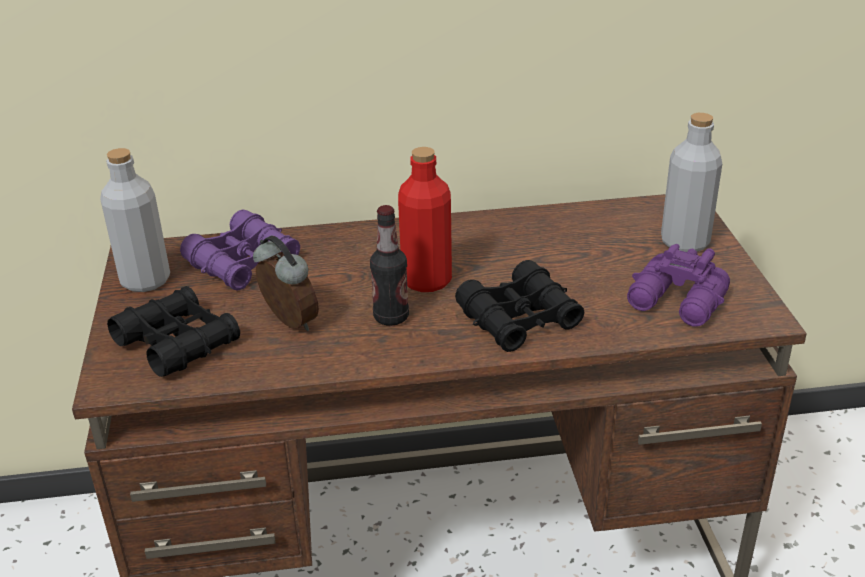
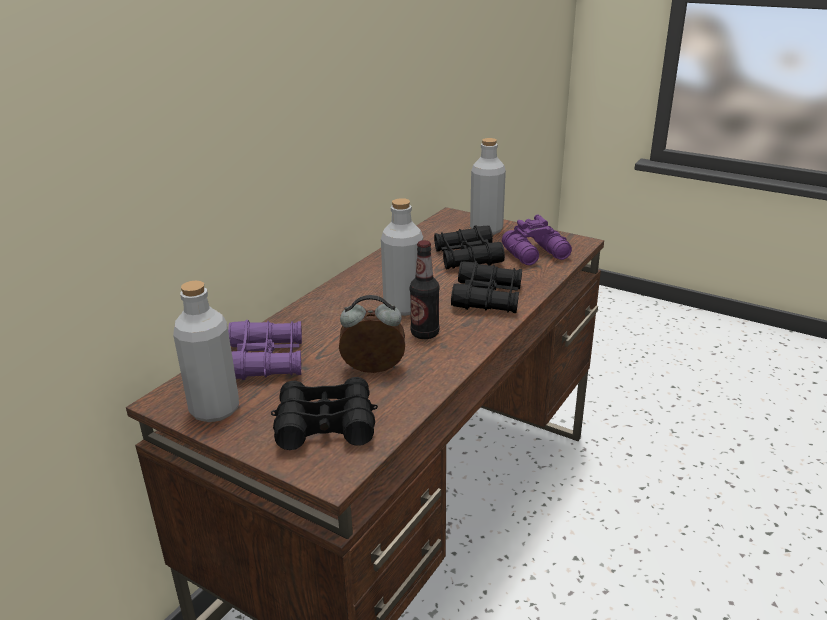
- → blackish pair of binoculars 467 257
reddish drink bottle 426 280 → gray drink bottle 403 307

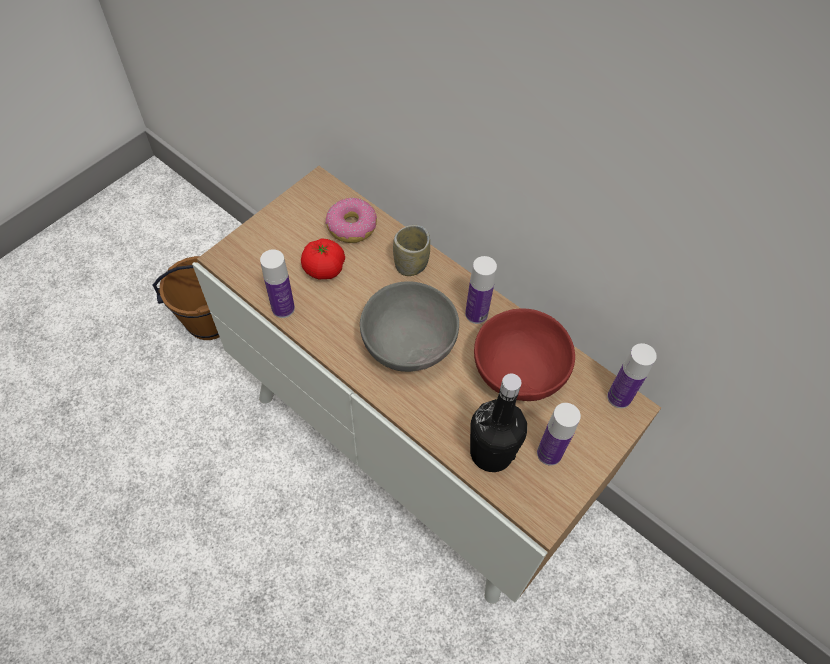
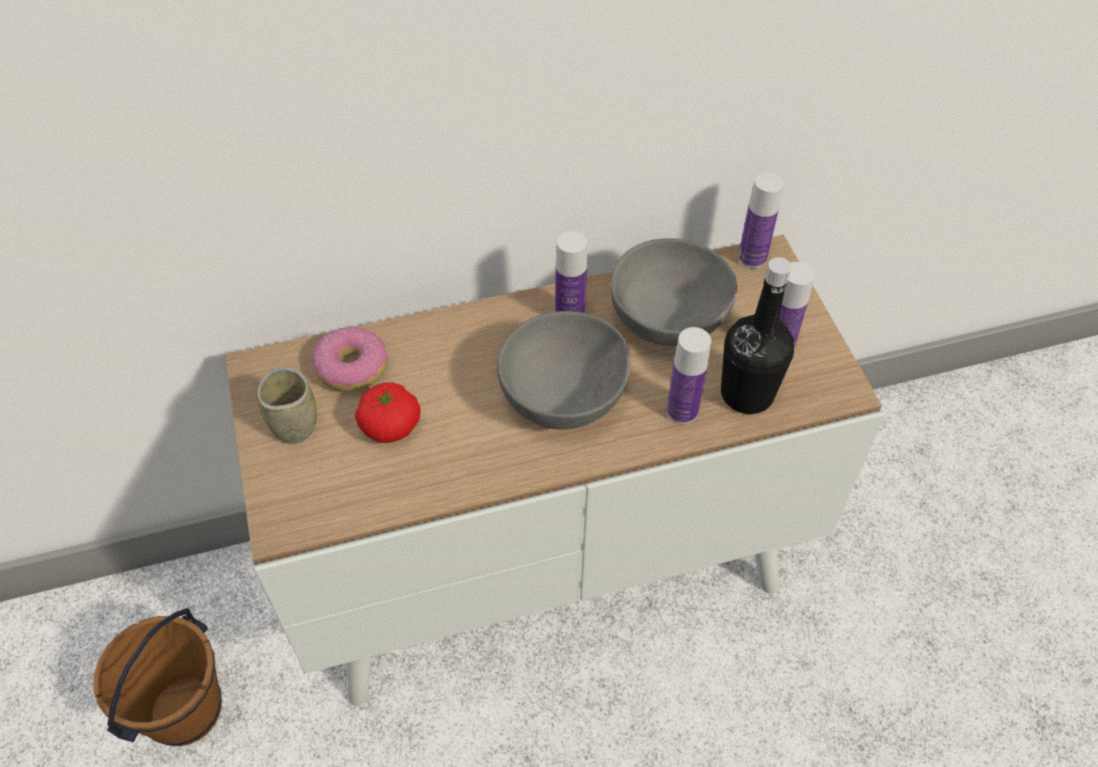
drink bottle 283 308 → drink bottle 682 411, moved
drinking cup 411 264 → drinking cup 294 425, moved
reddish serving bowl 517 374 → gray serving bowl 670 322

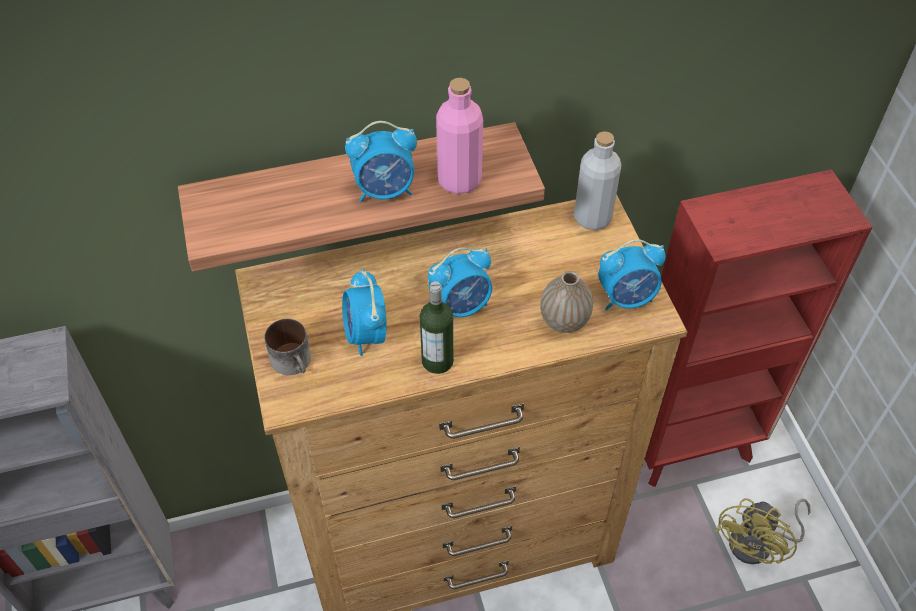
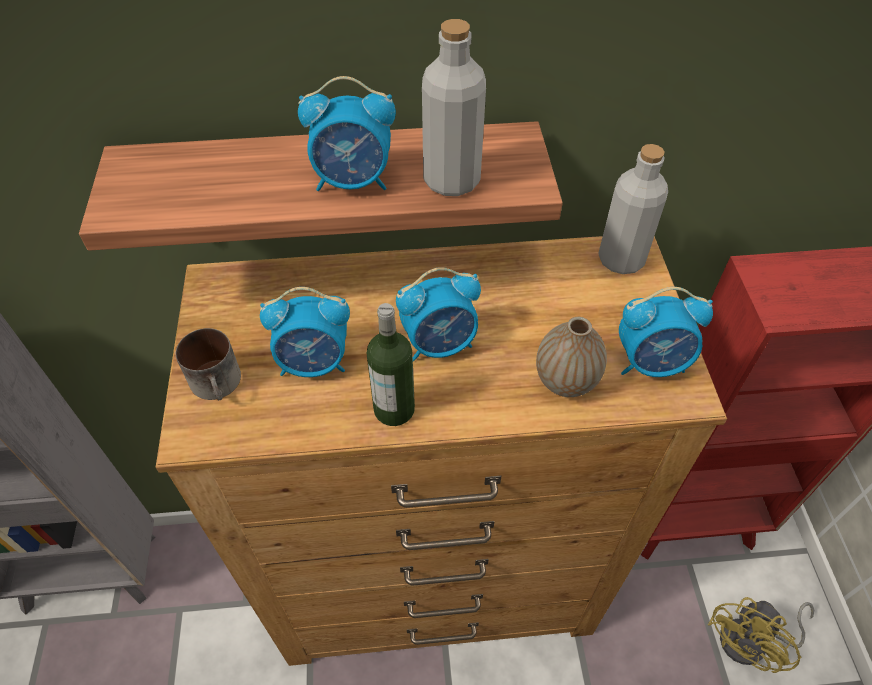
pink-coloured drink bottle 459 180 → gray drink bottle 451 180
table clock 366 335 → table clock 314 363, 90 degrees counterclockwise

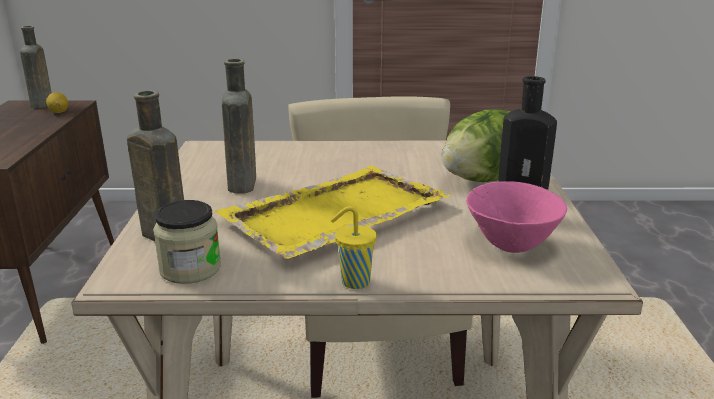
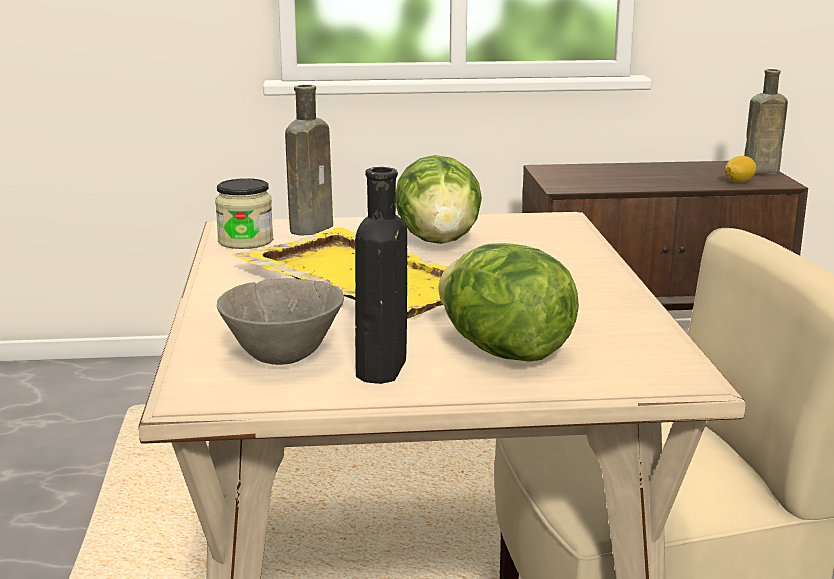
yellow-coloured drinking cup 353 282 → -
brown-coloured drink bottle 242 186 → lettuce head 439 241
pink-coloured serving bowl 512 245 → gray serving bowl 282 359

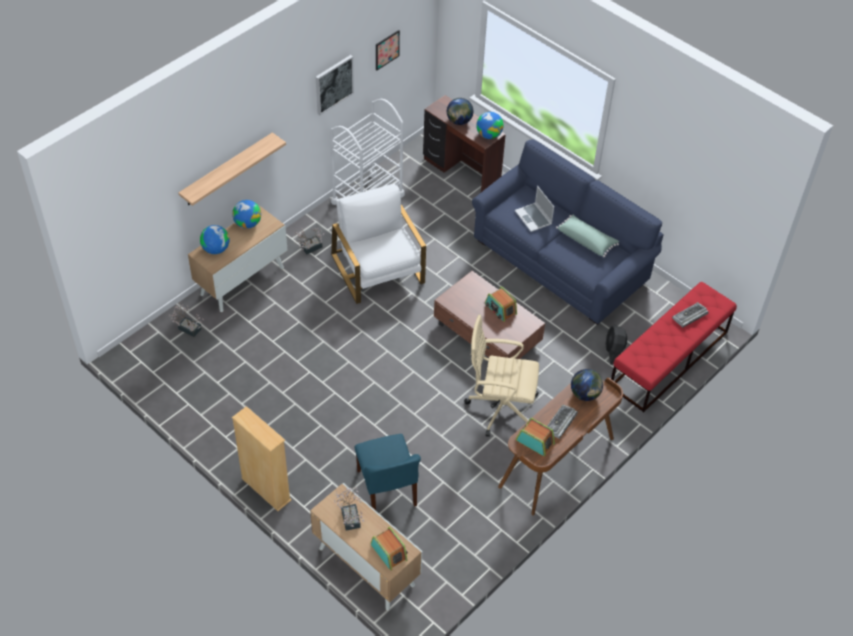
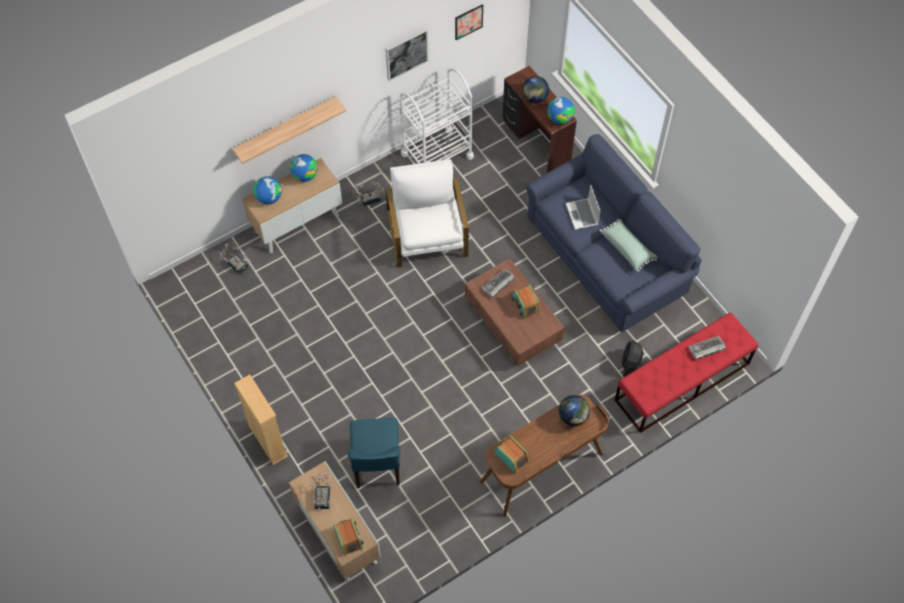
sand-coloured office chair 500 407 → -
PC keyboard 560 423 → PC keyboard 498 284, moved

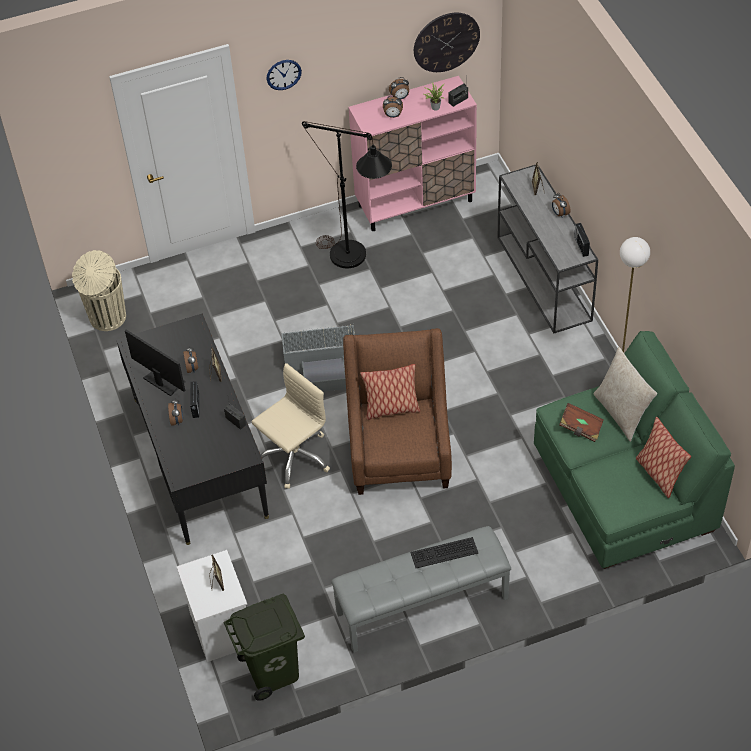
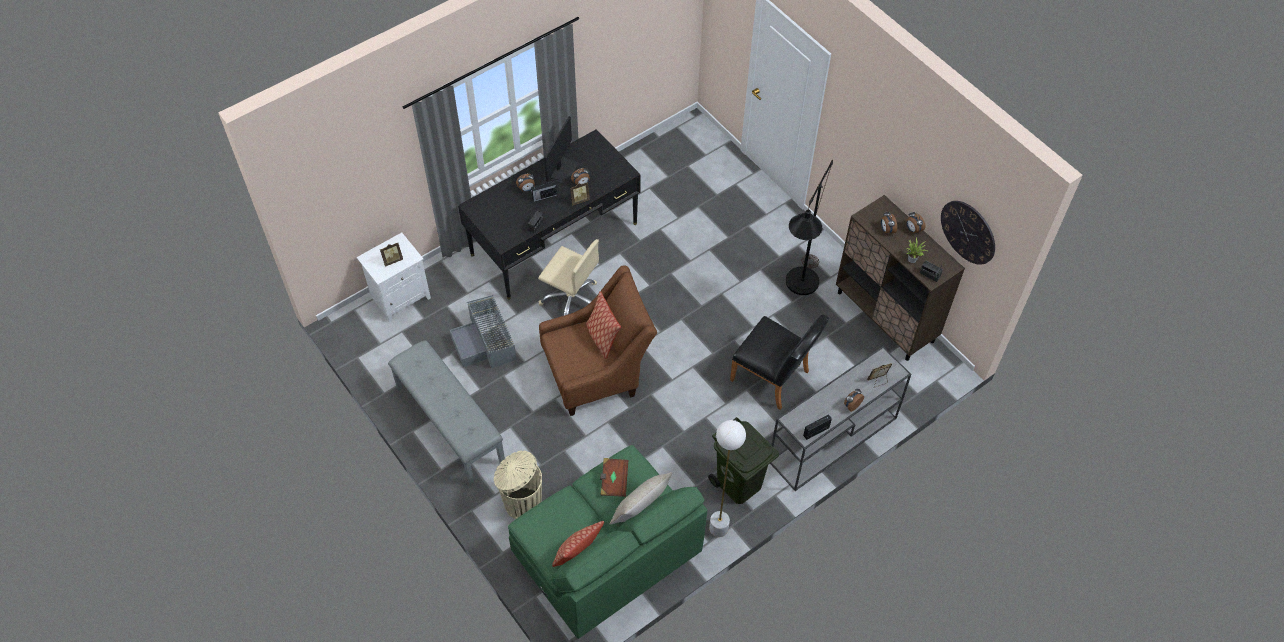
clock on the wall 283 74 → -
PC keyboard 444 554 → -
- → blackish plain chair 774 378
sand-coloured rubbish bin 107 318 → sand-coloured rubbish bin 521 503, moved
green-coloured rubbish bin 273 672 → green-coloured rubbish bin 738 484, moved
gray storage box 323 365 → gray storage box 485 342, moved
pink-coloured cupboard 416 203 → brown-coloured cupboard 885 317

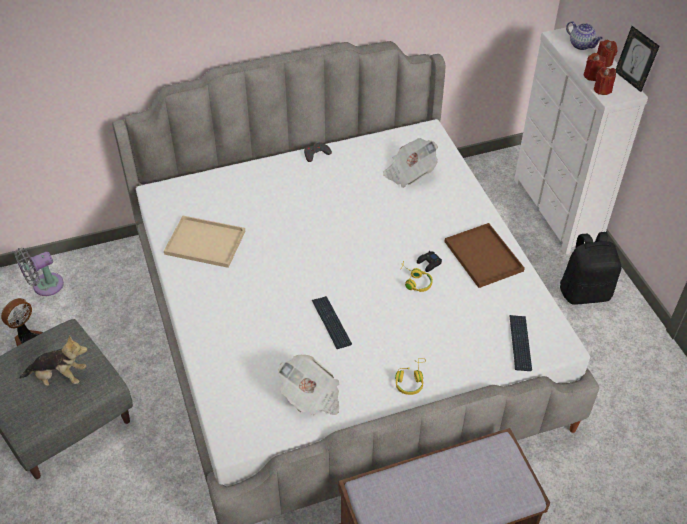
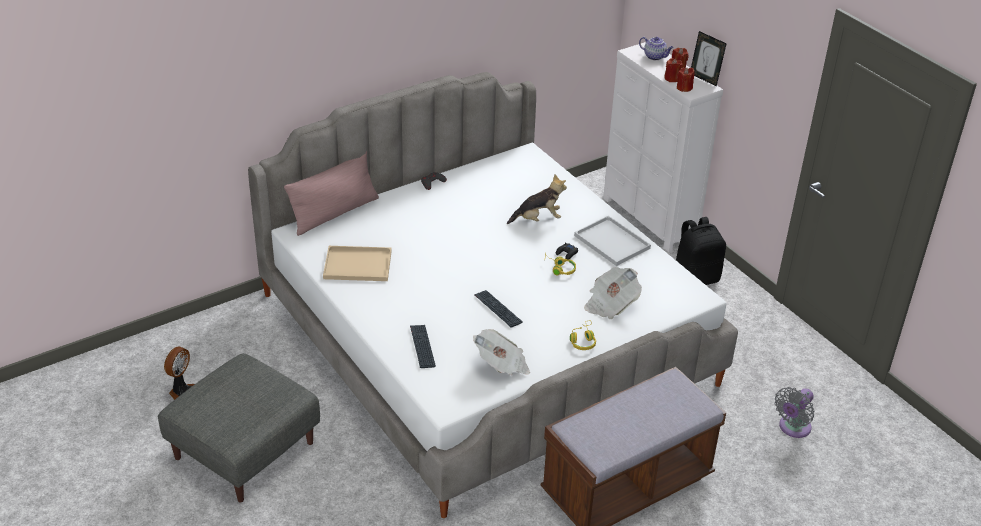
- → pink-coloured pillow 334 213
gray electric fan 45 286 → gray electric fan 793 428, moved
cuddly toy 59 377 → cuddly toy 538 219, moved
newspaper 409 173 → newspaper 610 304, moved
PC keyboard 520 343 → PC keyboard 422 347, moved
brown-coloured serving tray 482 255 → whitish serving tray 610 241

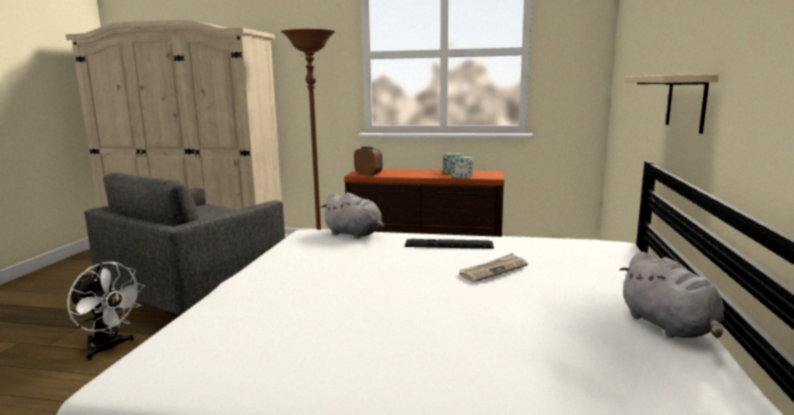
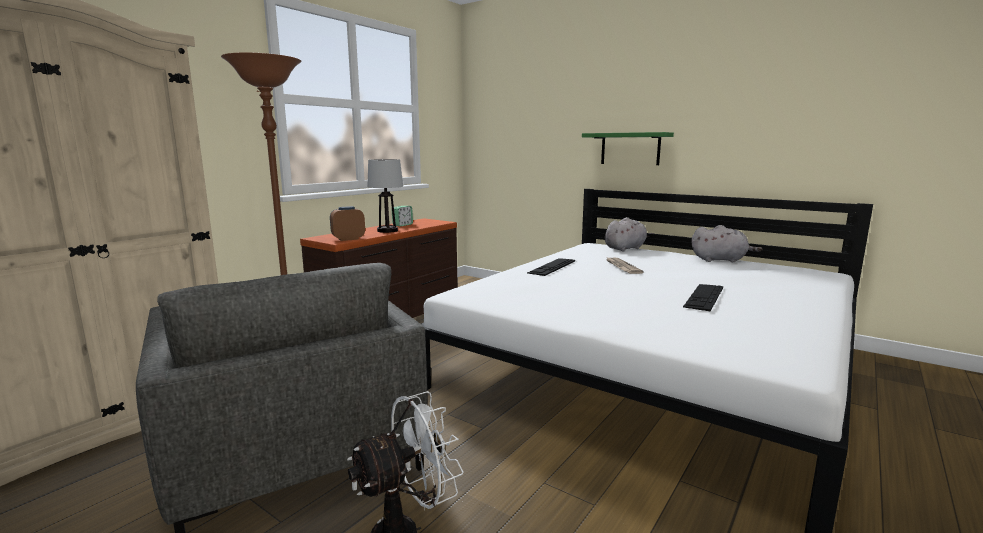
table clock 461 177 → -
- → lamp for a table 388 230
- → PC keyboard 704 297
gray cuddly toy 355 234 → gray cuddly toy 626 248, moved
sand-coloured shelf 686 102 → green-coloured shelf 630 149

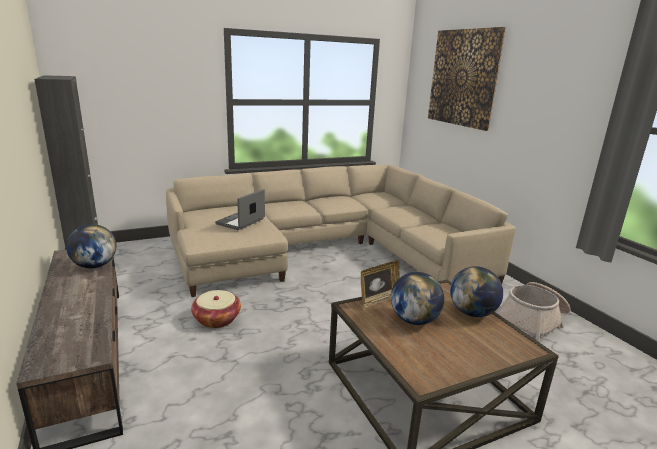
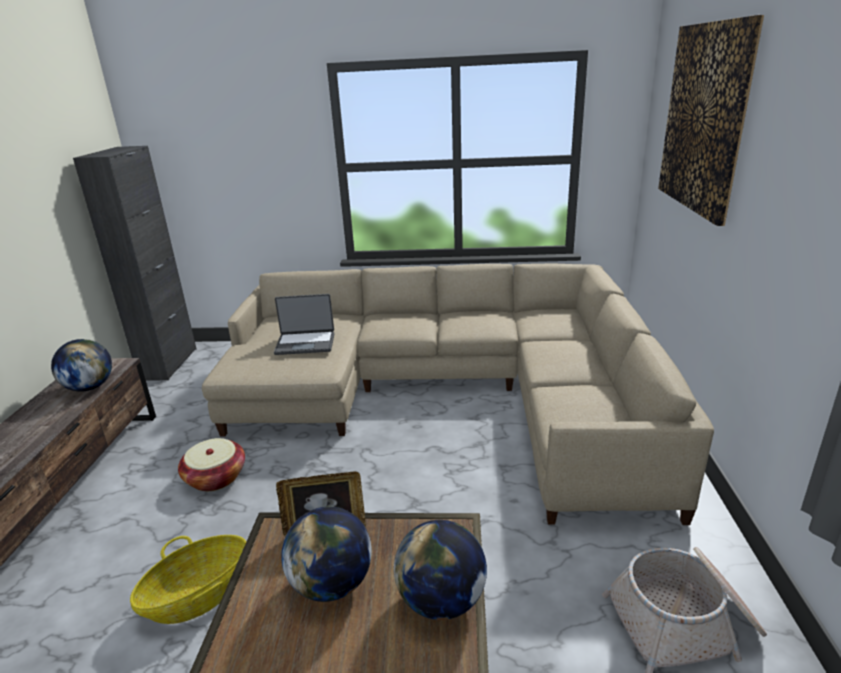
- → basket 199 596
portable computer 241 222 → portable computer 305 343, 150 degrees counterclockwise

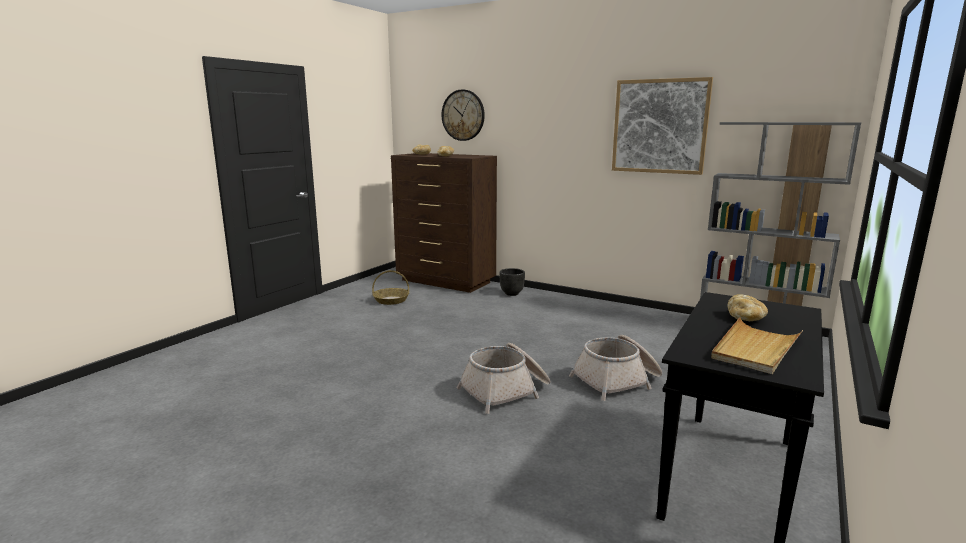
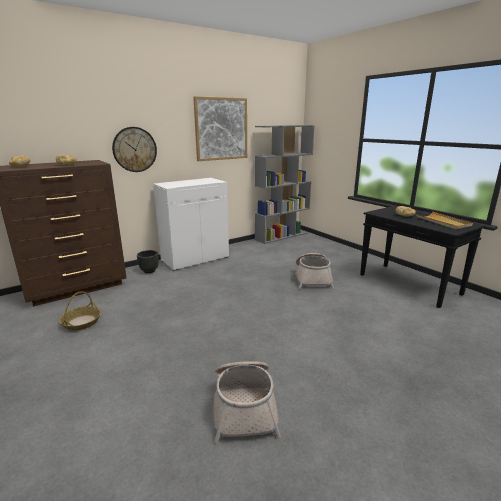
- → whitish cupboard 195 259
clock on the wall 463 115 → clock on the wall 134 149, moved
basket 506 391 → basket 244 406, moved

